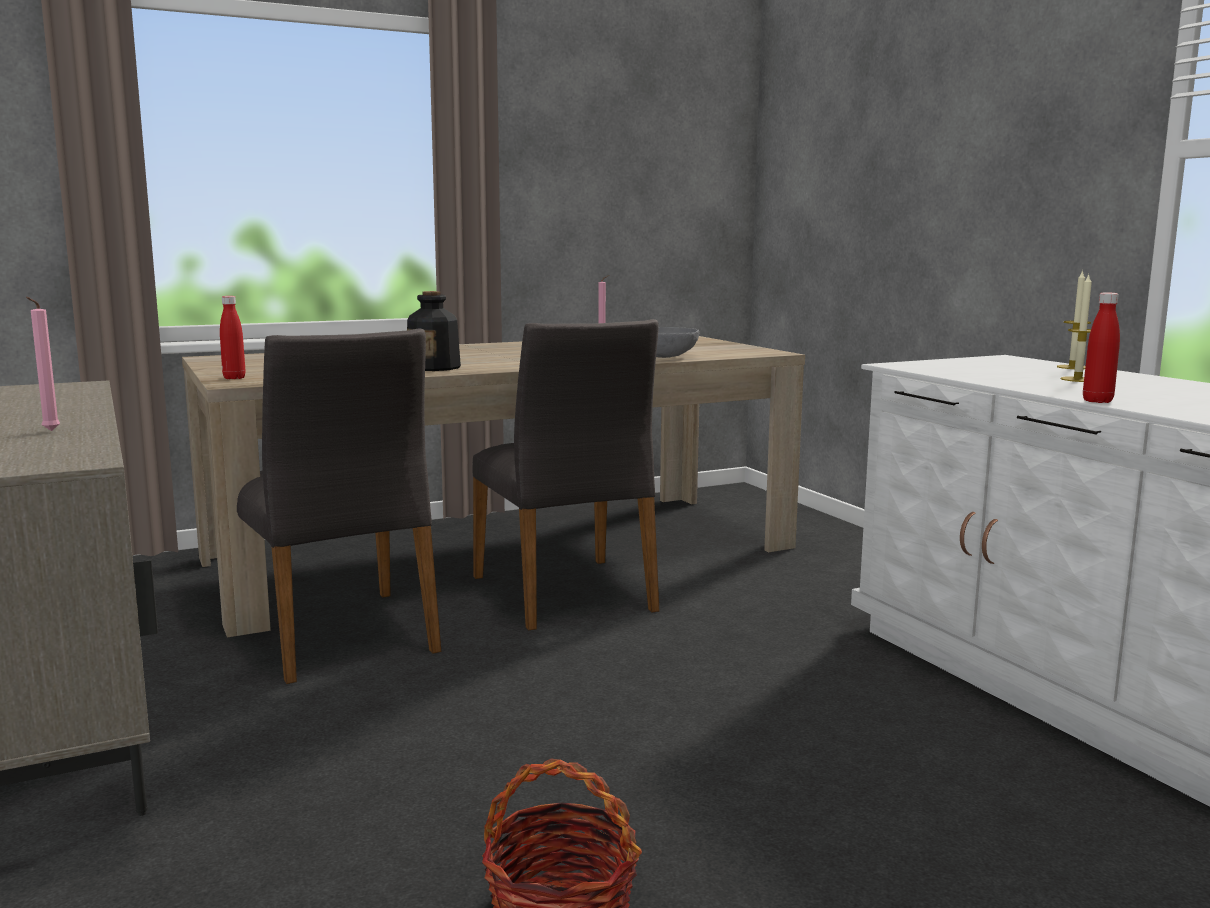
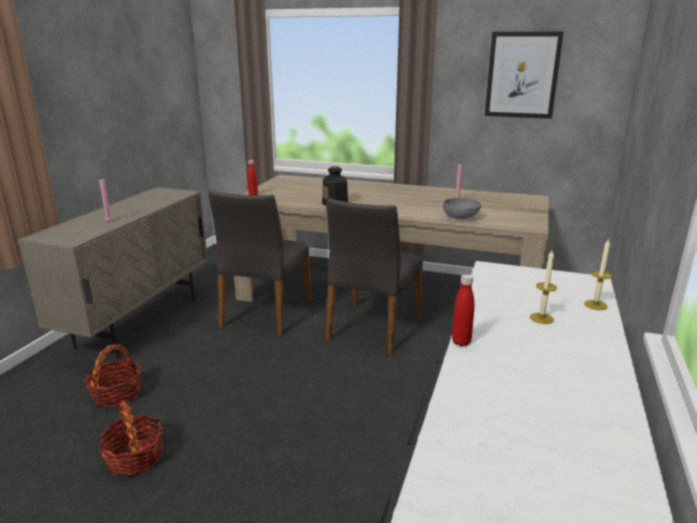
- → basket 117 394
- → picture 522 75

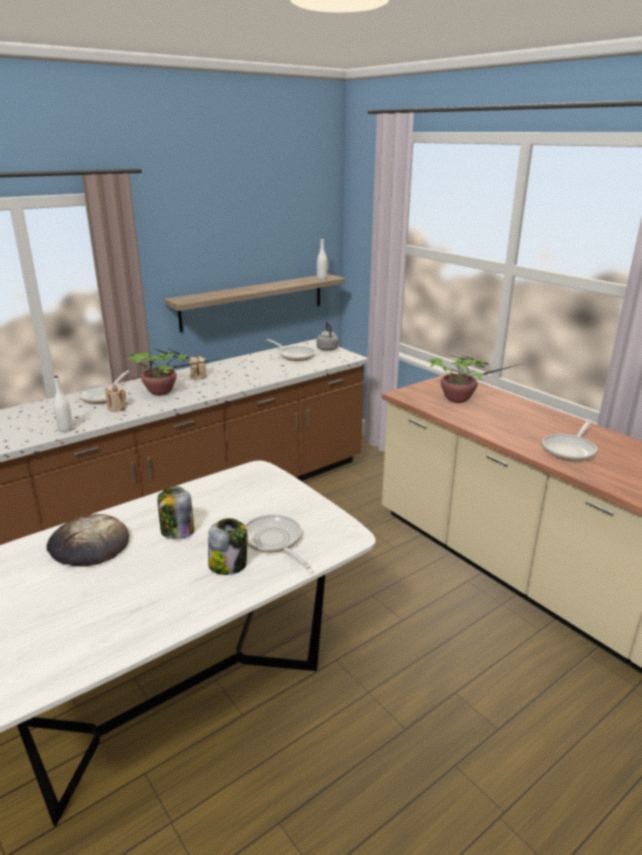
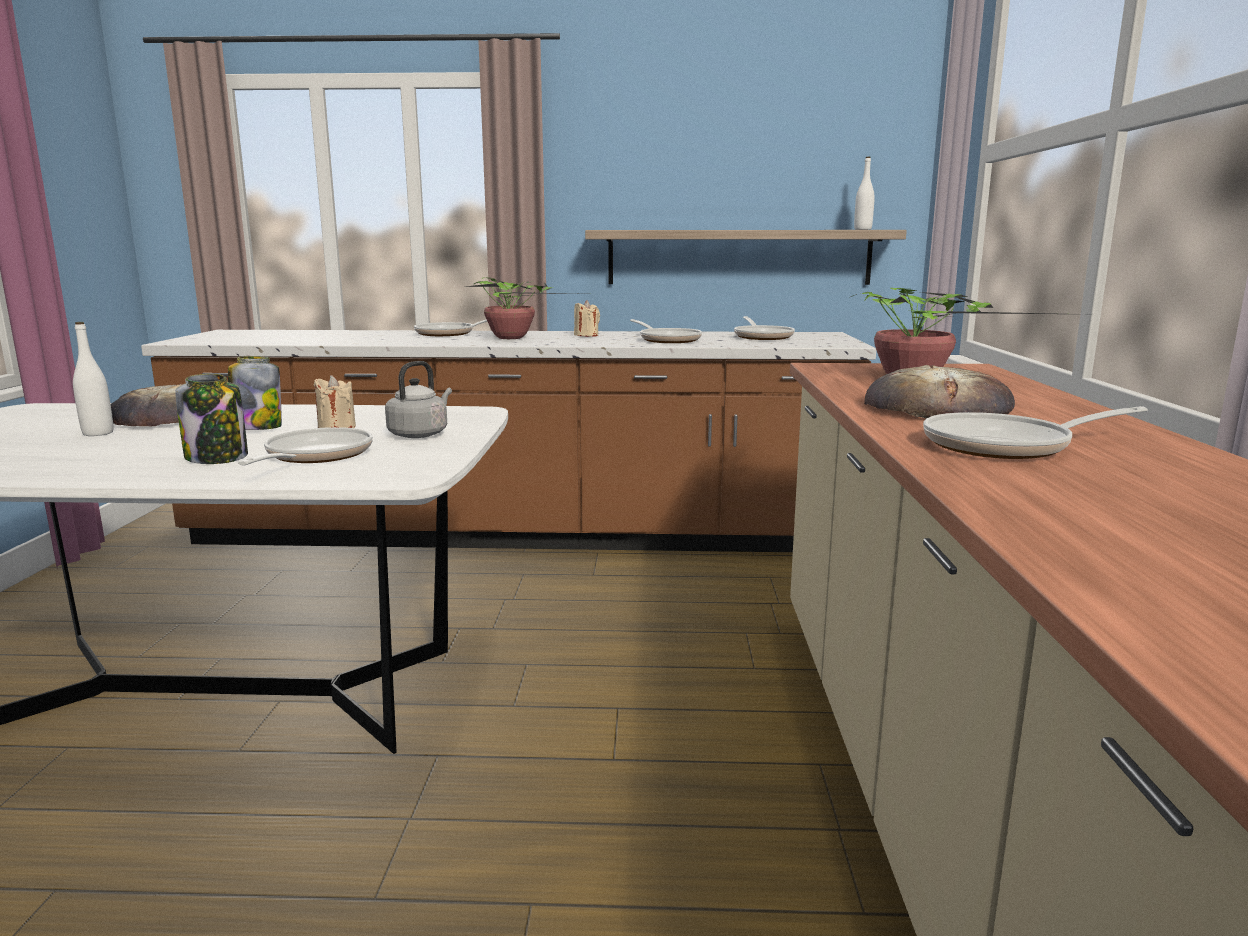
- → frying pan 667 340
- → bakery bread 936 408
whitish drink bottle 66 429 → whitish drink bottle 98 433, moved
sand-coloured wax light 117 408 → sand-coloured wax light 337 427, moved
gray kettle 327 348 → gray kettle 420 434, moved

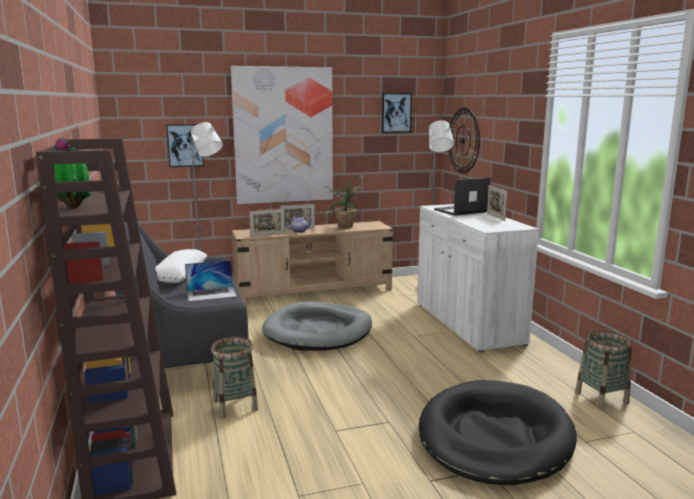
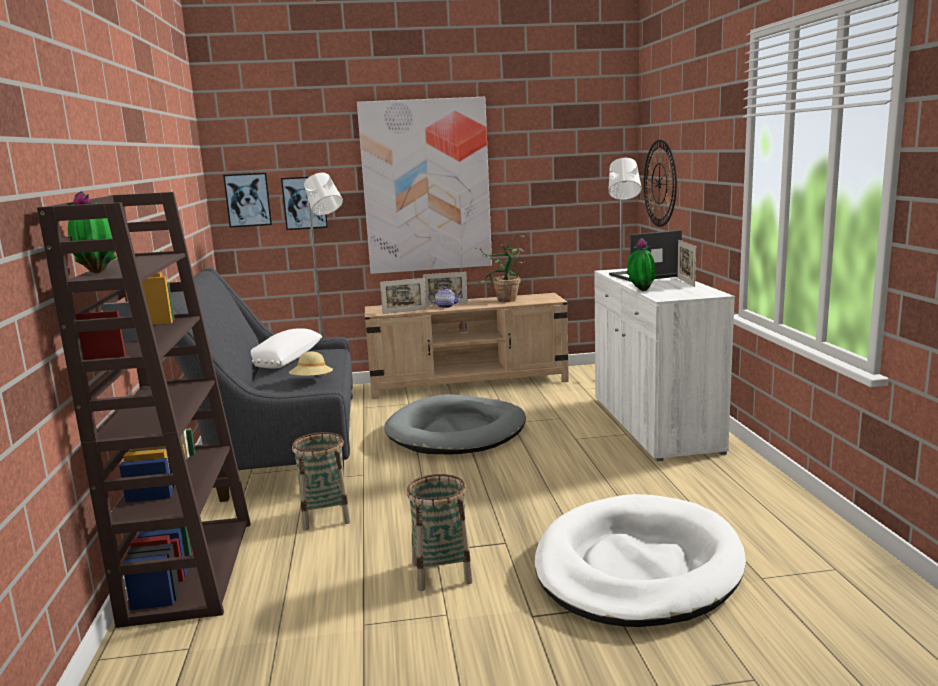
- → houseplant 640 291
picture 396 112 → picture 248 200, moved
basket 601 398 → basket 441 573, moved
portable computer 211 294 → sand-coloured clothing hat 312 381
blackish pet bed 494 437 → whitish pet bed 637 567

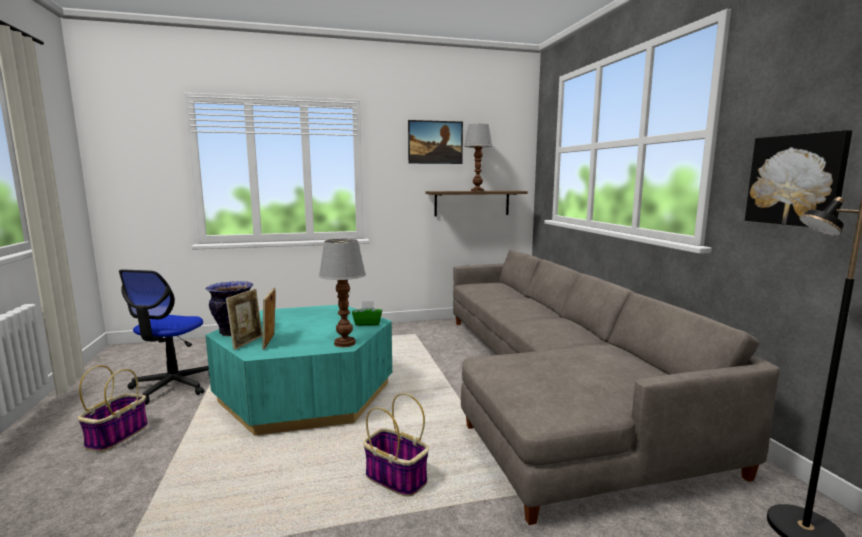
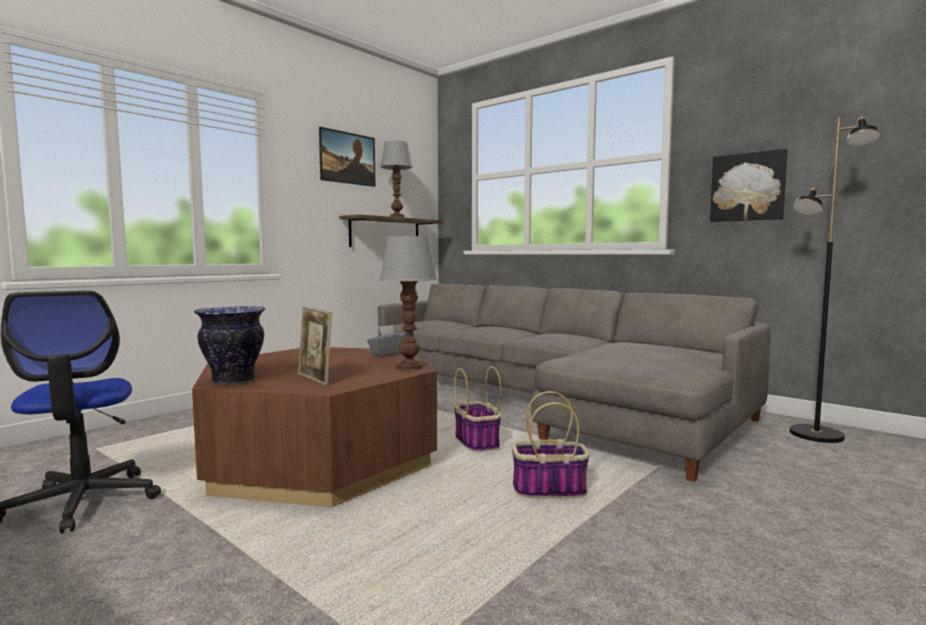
picture frame 247 342 → -
basket 117 435 → basket 476 442, moved
turquoise-coloured low table 306 393 → brown-coloured low table 321 459
green-coloured tissue box 367 323 → gray tissue box 388 353

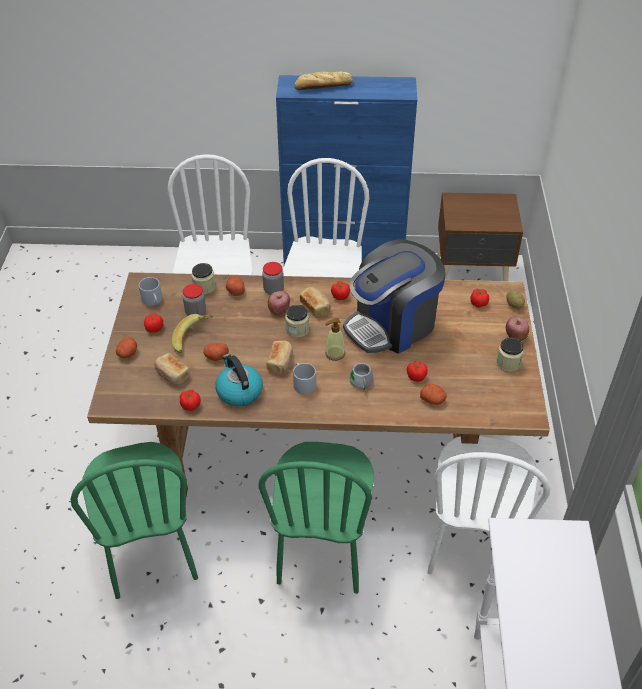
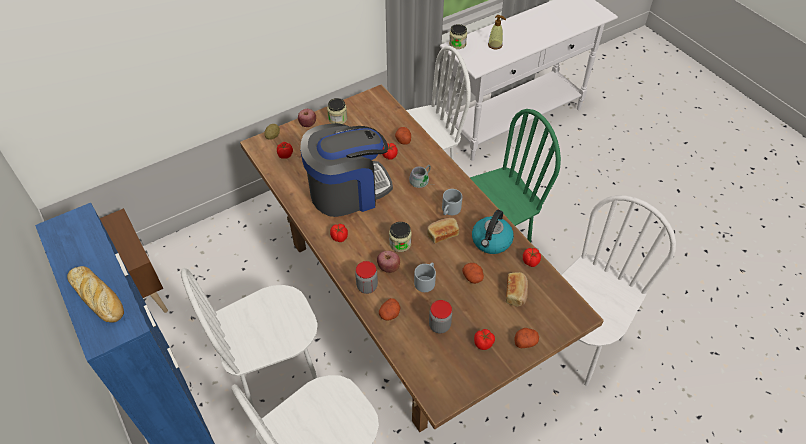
banana 193 339 → -
bakery bread 315 307 → -
gray coffee mug 153 301 → gray coffee mug 425 280, moved
jar 204 287 → jar 457 44, moved
liquid soap bottle 335 353 → liquid soap bottle 495 45, moved
green-coloured plain chair 151 553 → whitish plain chair 576 344
coffee machine 392 325 → coffee machine 348 190, 45 degrees counterclockwise

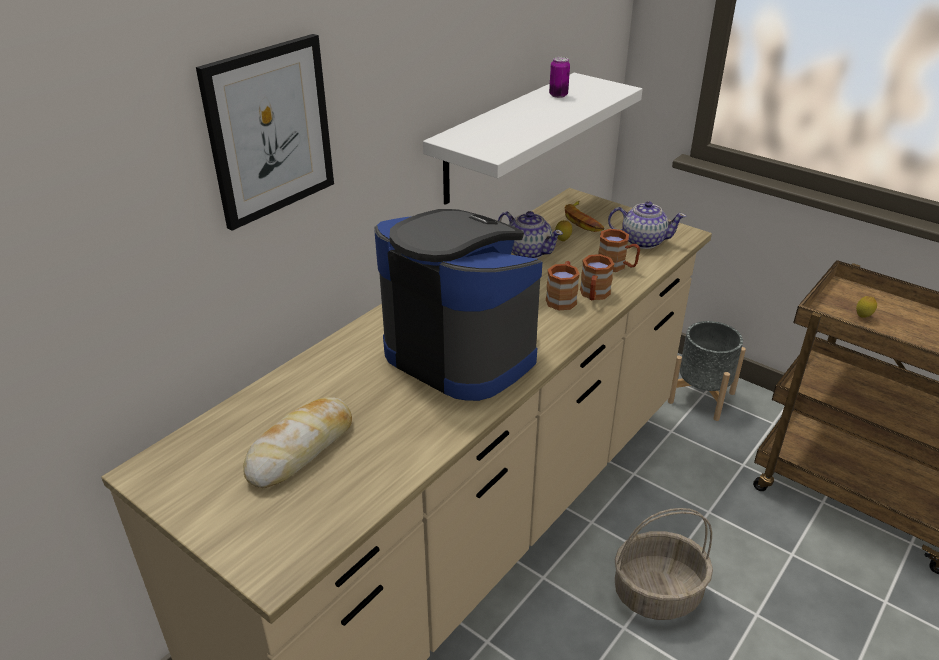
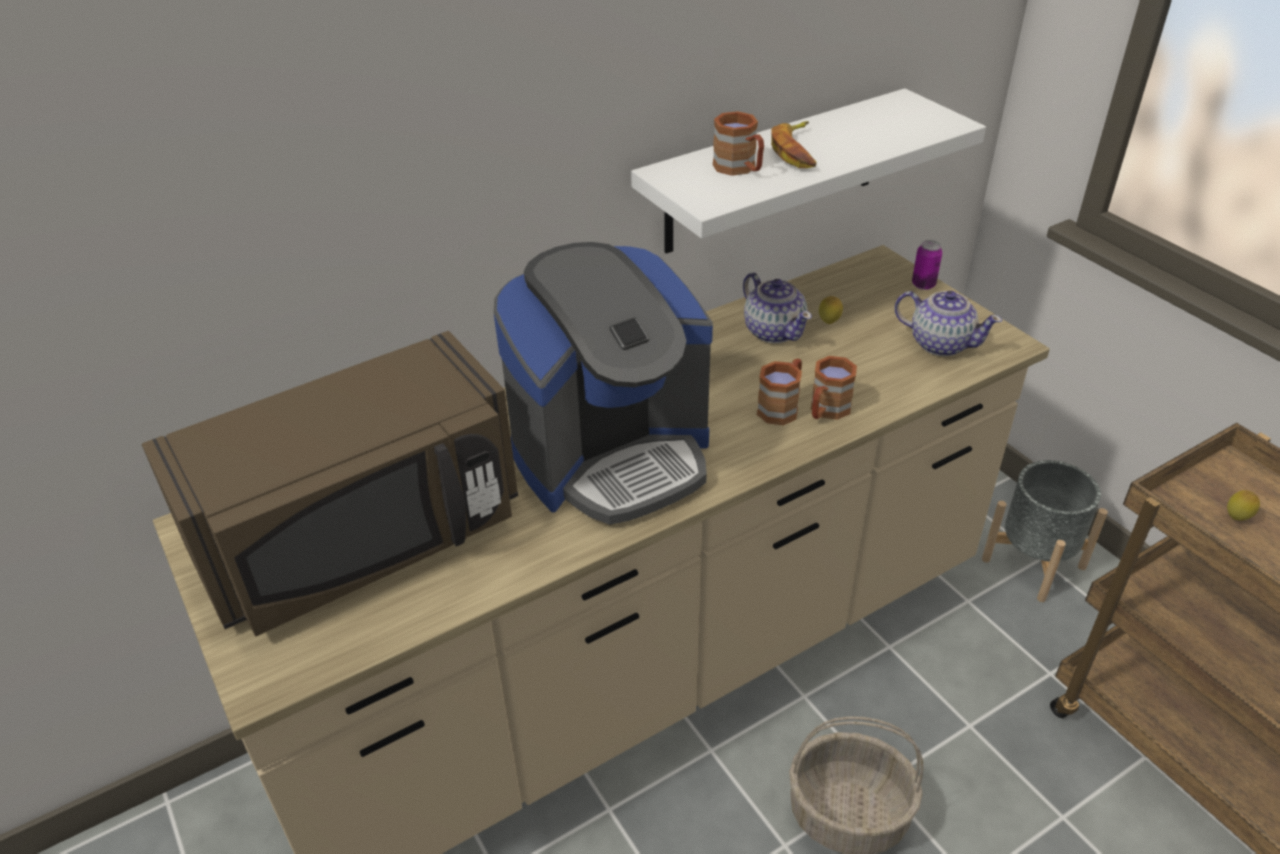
picture 269 131 → -
can 558 95 → can 923 285, moved
banana 583 221 → banana 797 151, moved
brown-coloured coffee mug 617 266 → brown-coloured coffee mug 740 169, moved
bakery bread 301 449 → brown-coloured microwave 365 539
coffee machine 461 352 → coffee machine 612 455, 90 degrees clockwise

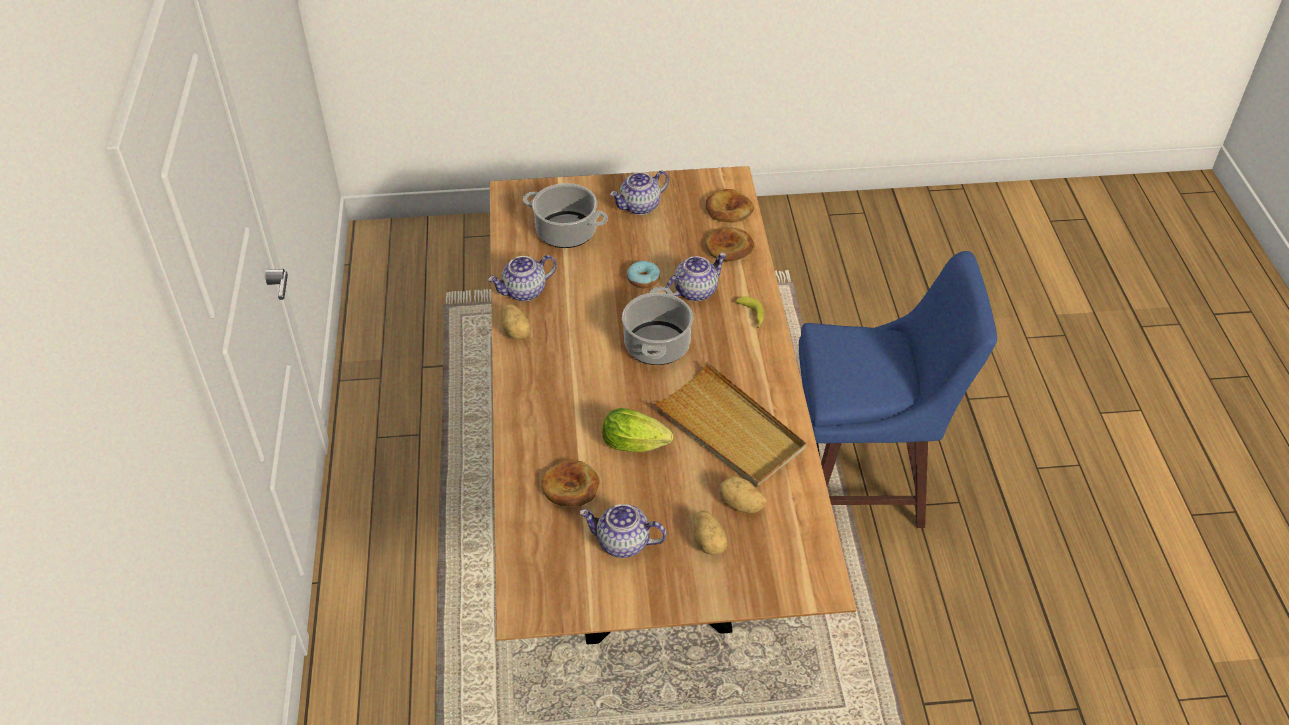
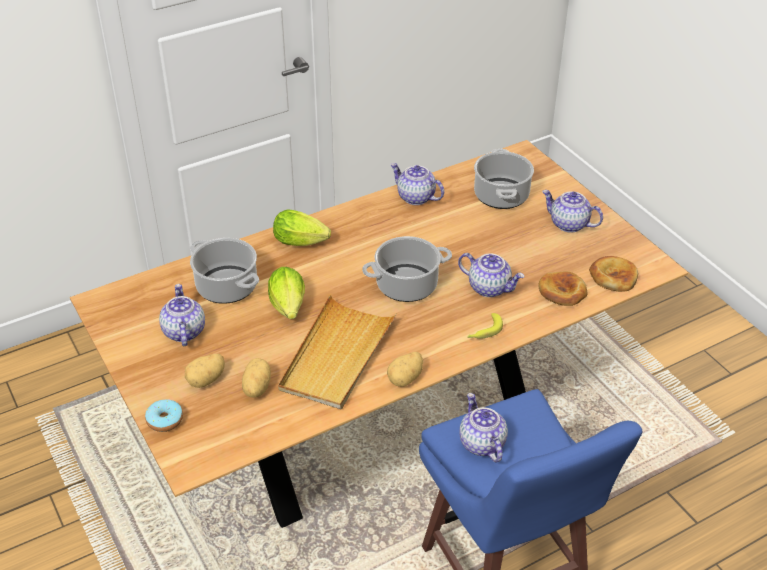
- → lettuce head 303 242
- → tea pot 481 443
whole potato 517 331 → whole potato 406 379, moved
ring doughnut 643 279 → ring doughnut 165 420, moved
bakery bread 570 486 → stockpot 226 286

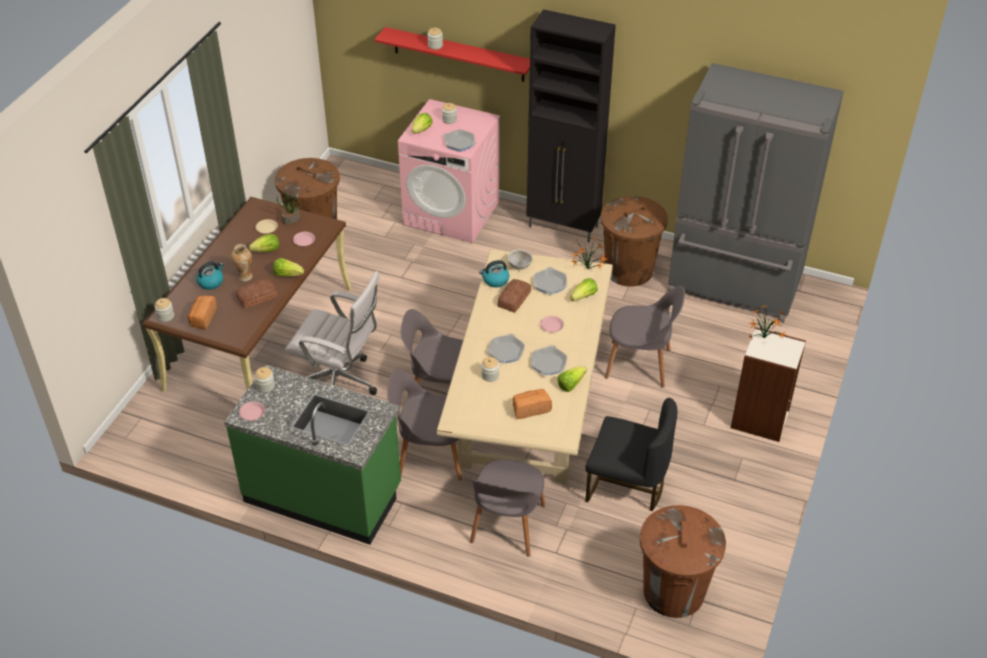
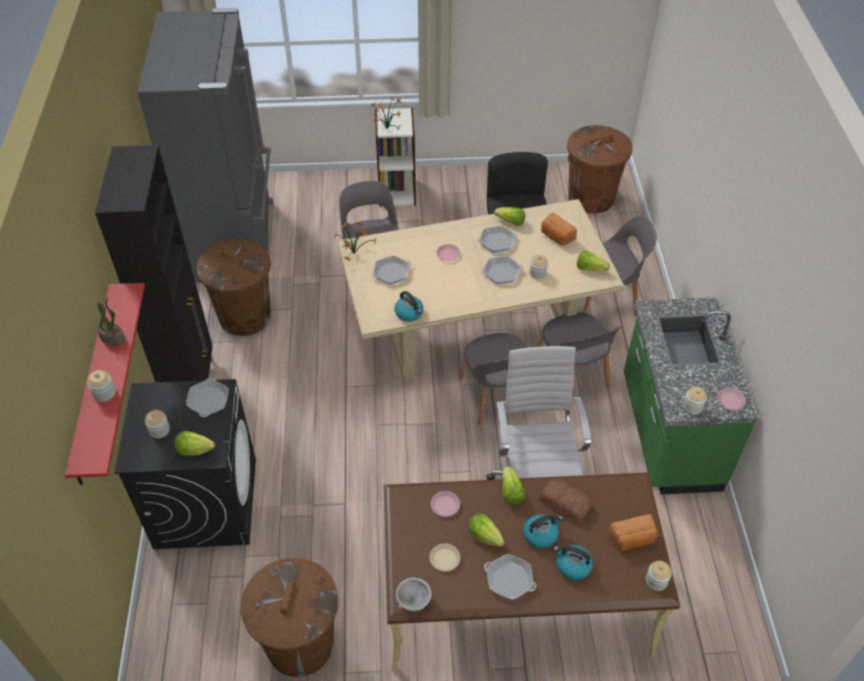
bakery bread 513 299 → -
- → frying pan 509 579
houseplant 291 220 → houseplant 113 338, moved
gray serving bowl 520 266 → gray serving bowl 413 601, moved
lettuce head 584 296 → lettuce head 590 268, moved
decorative vase 245 276 → kettle 541 534
pink-coloured laundry appliance 452 213 → blackish laundry appliance 206 502

